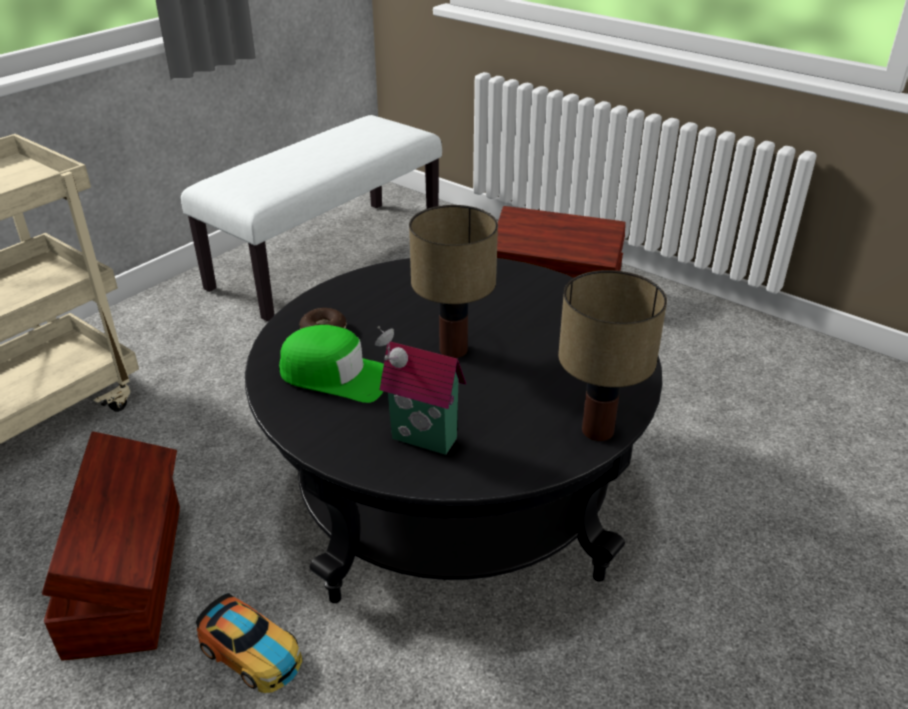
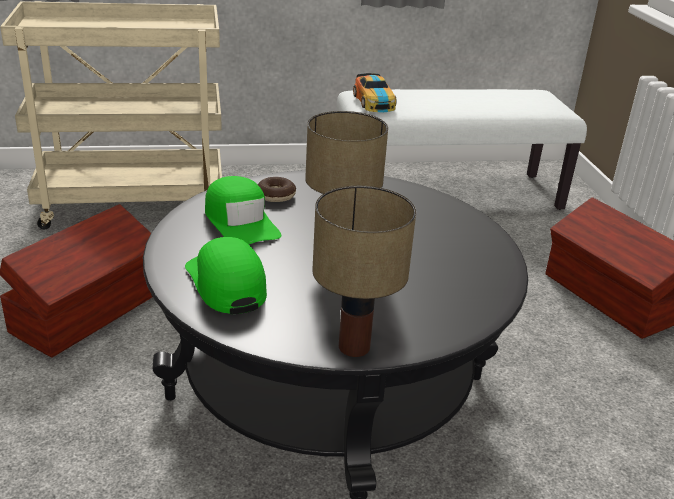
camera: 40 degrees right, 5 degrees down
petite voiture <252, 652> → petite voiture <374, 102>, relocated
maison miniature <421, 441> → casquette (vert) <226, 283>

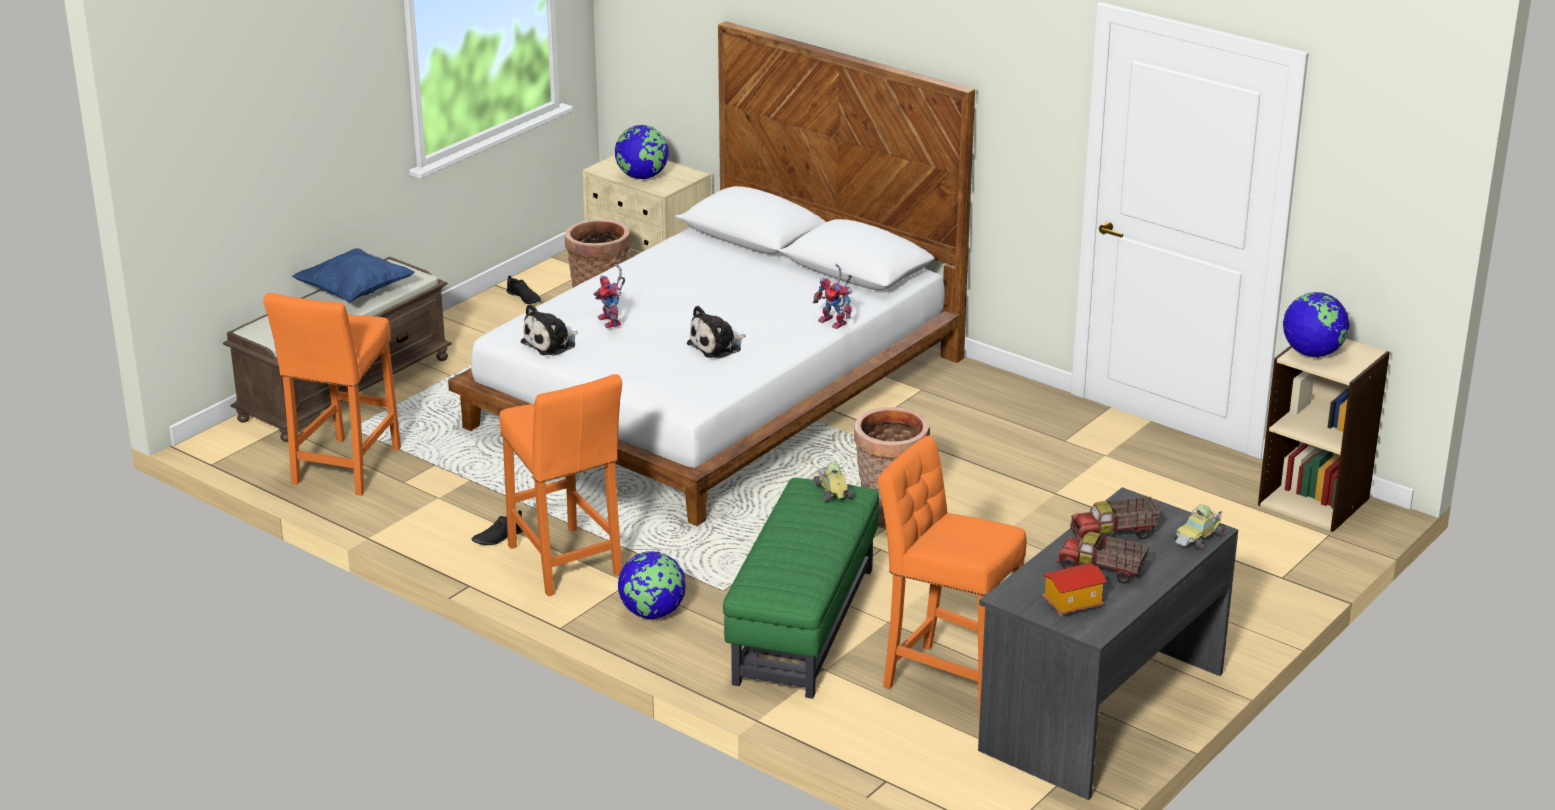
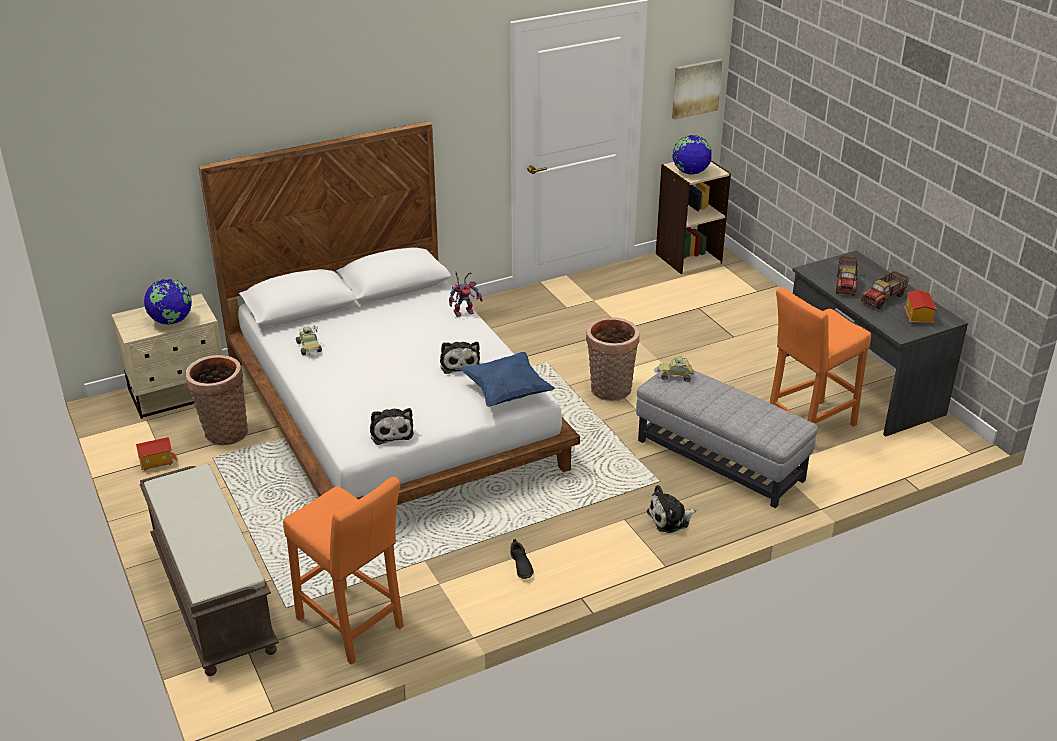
camera: 65 degrees left, 5 degrees up
tabouret (orange) <565, 564> → -
robot jouet <612, 322> → -
- → tableau <695, 88>
coussin (bleu) <355, 293> → coussin (bleu) <507, 392>, relocated
petite voiture <1199, 538> → petite voiture <310, 347>, relocated
chaussure (noir) <523, 298> → maison miniature <157, 462>
globe <652, 613> → peluche <670, 519>
pouf (vert) <804, 625> → pouf (gris) <720, 460>

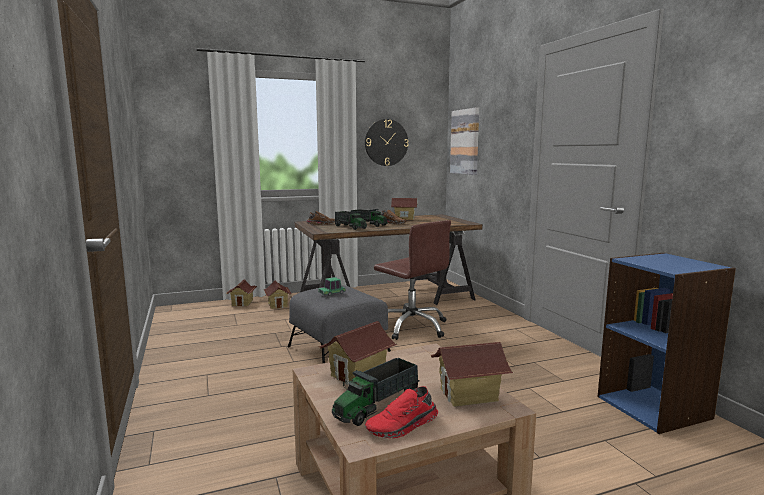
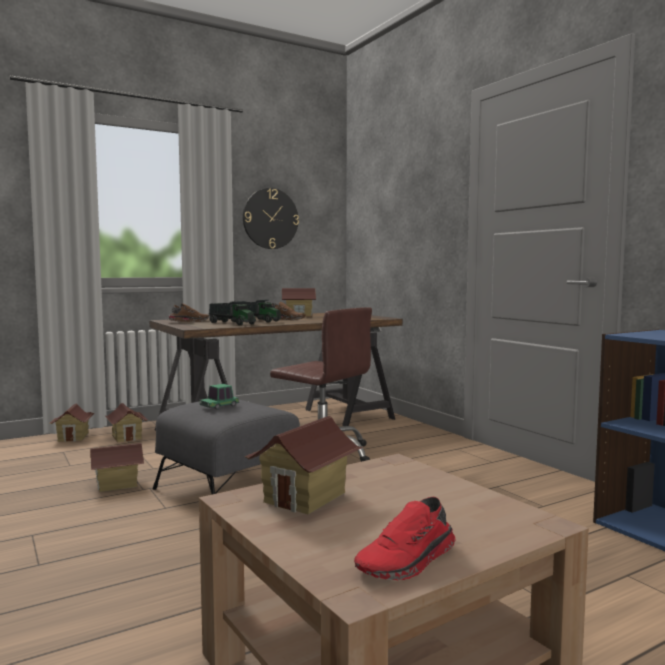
camera: 10 degrees left, 5 degrees down
camion jouet <377, 406> → -
tableau <465, 142> → -
maison miniature <469, 395> → maison miniature <117, 485>, relocated

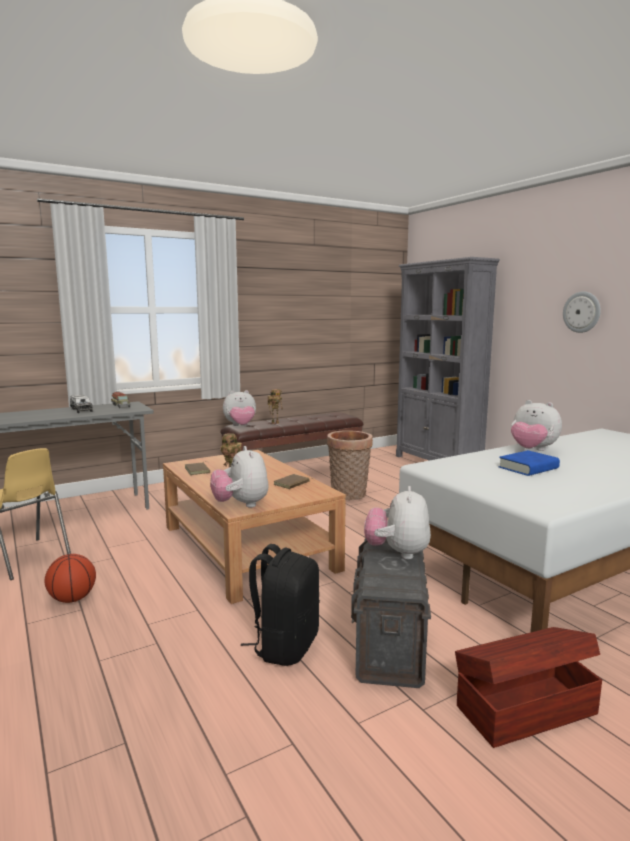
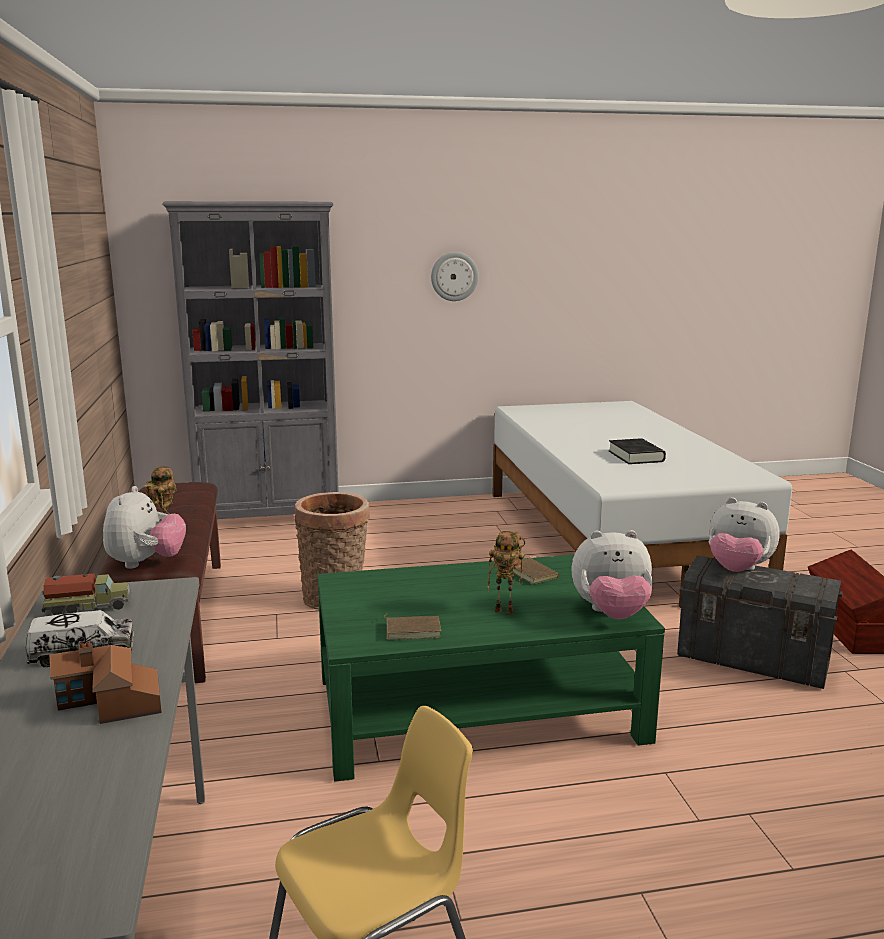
camera: 70 degrees left, 5 degrees up
ballon de basket <72, 599> → -
sac à dos (noir) <285, 646> → -
peluche <532, 450> → -
- → maison miniature <110, 702>
table basse (marron) <248, 547> → table basse (vert) <479, 707>
livre (bleu) <528, 468> → livre (noir) <636, 456>

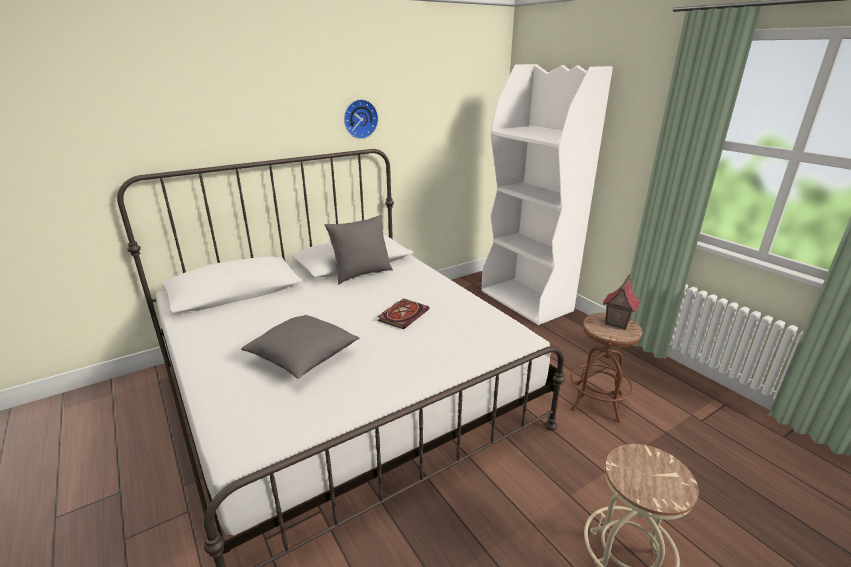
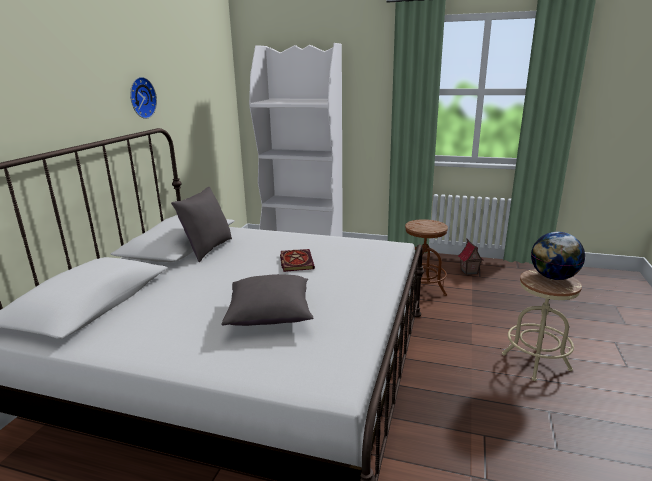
camera: 40 degrees left, 5 degrees down
- → globe <553, 277>
maison miniature <616, 322> → maison miniature <469, 271>, relocated

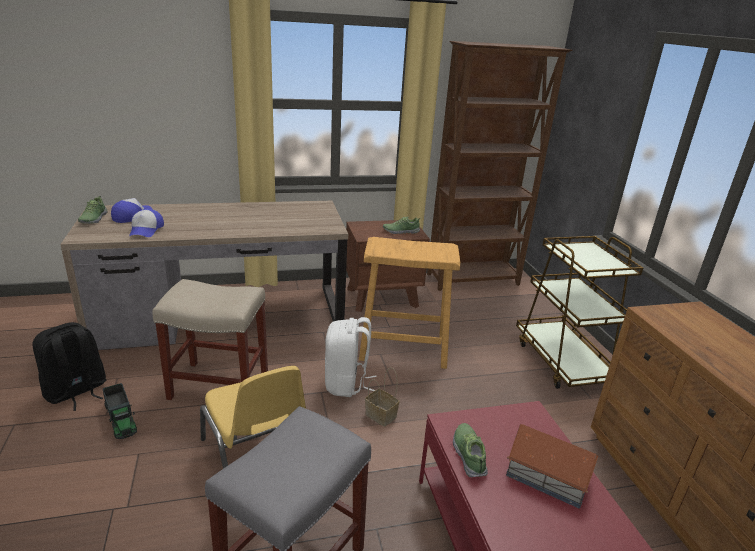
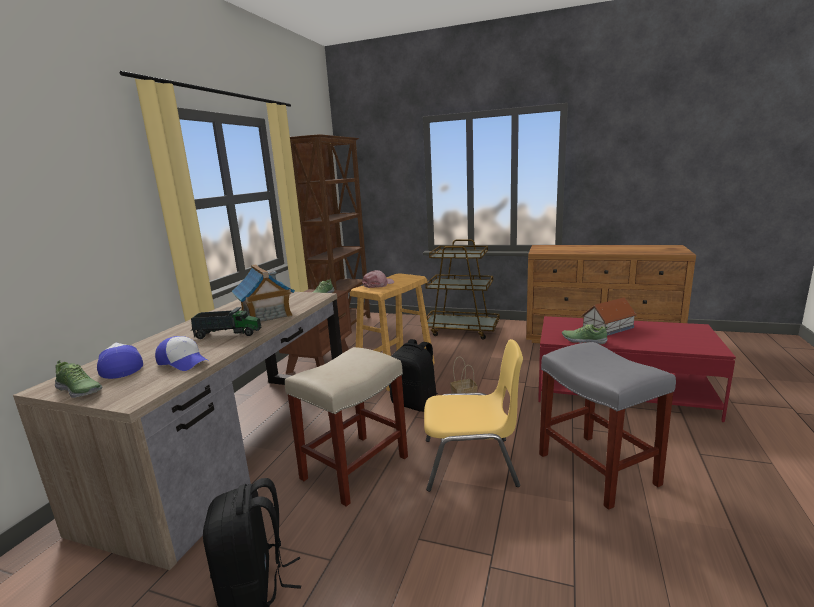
camera: 55 degrees left, 10 degrees down
- → maison miniature <266, 315>
- → casquette (rose) <378, 284>
camion jouet <121, 419> → camion jouet <228, 334>, relocated
sac à dos (blanc) <346, 383> → sac à dos (noir) <415, 403>

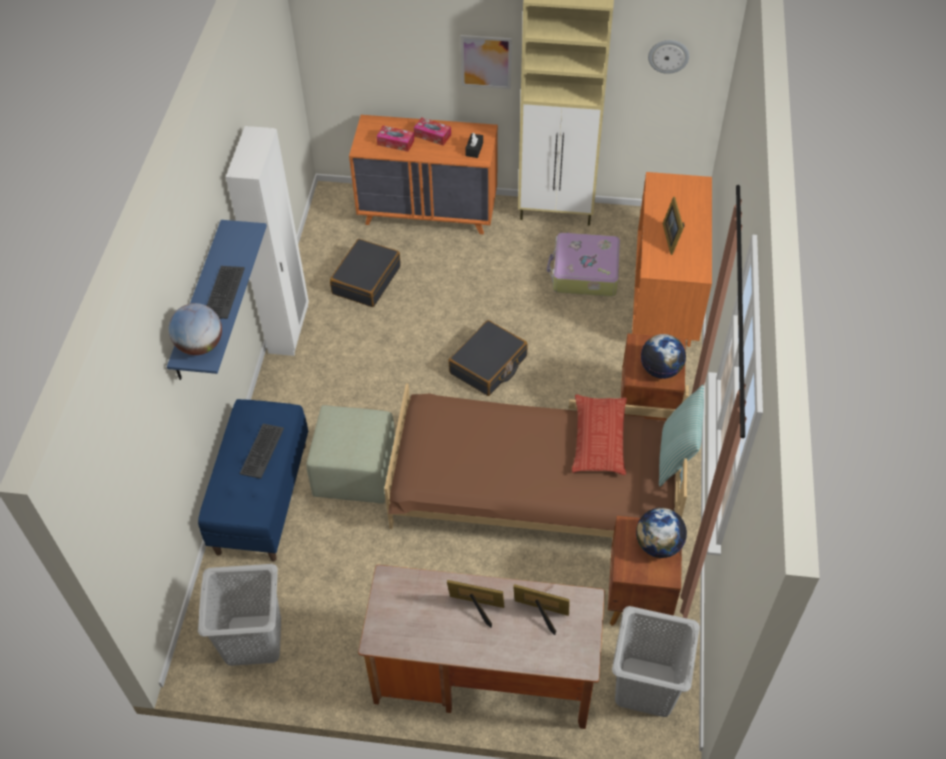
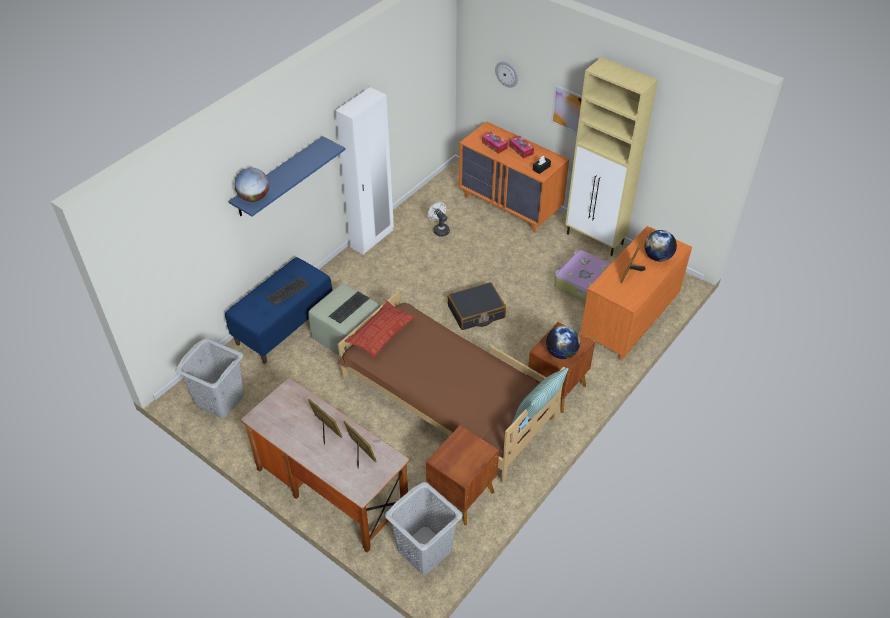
camera: 30 degrees right, 5 degrees down
clavier <223, 292> → clavier <349, 307>, relocated
coussin <599, 439> → coussin <380, 332>, relocated
globe <658, 545> → globe <657, 257>, relocated
horloge murale <668, 56> → horloge murale <507, 74>, relocated
valise (noir) <366, 280> → ventilateur (blanc) <439, 229>

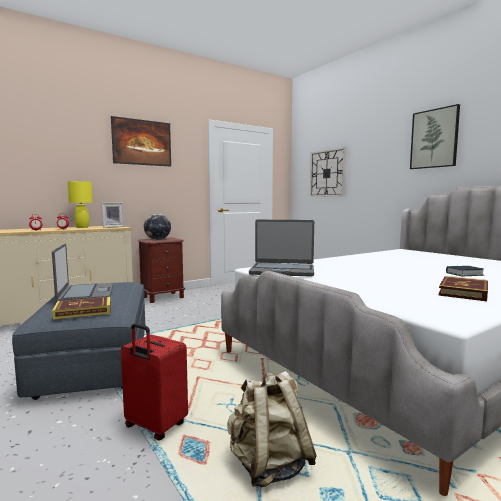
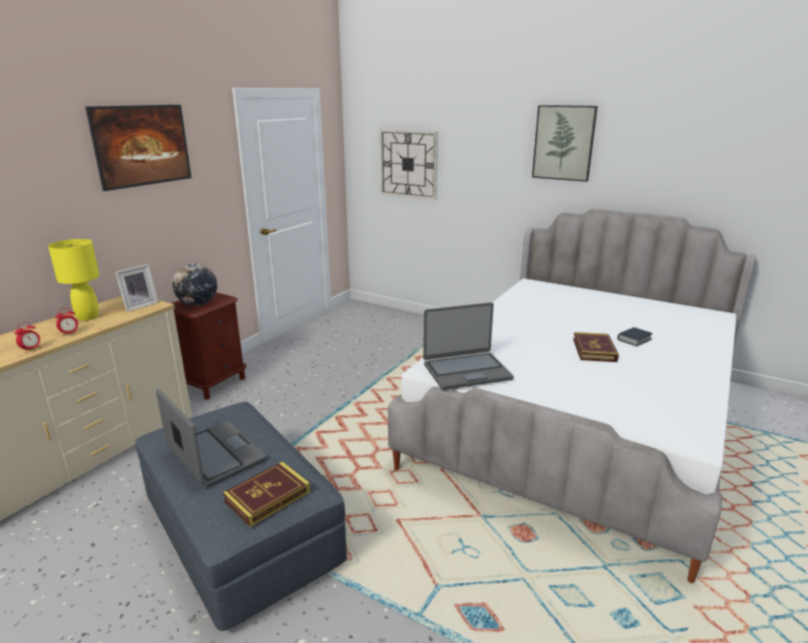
camera: 25 degrees left, 15 degrees up
valise (rouge) <154, 426> → -
sac à dos (beige) <268, 465> → -
livre <463, 292> → livre <594, 350>, relocated

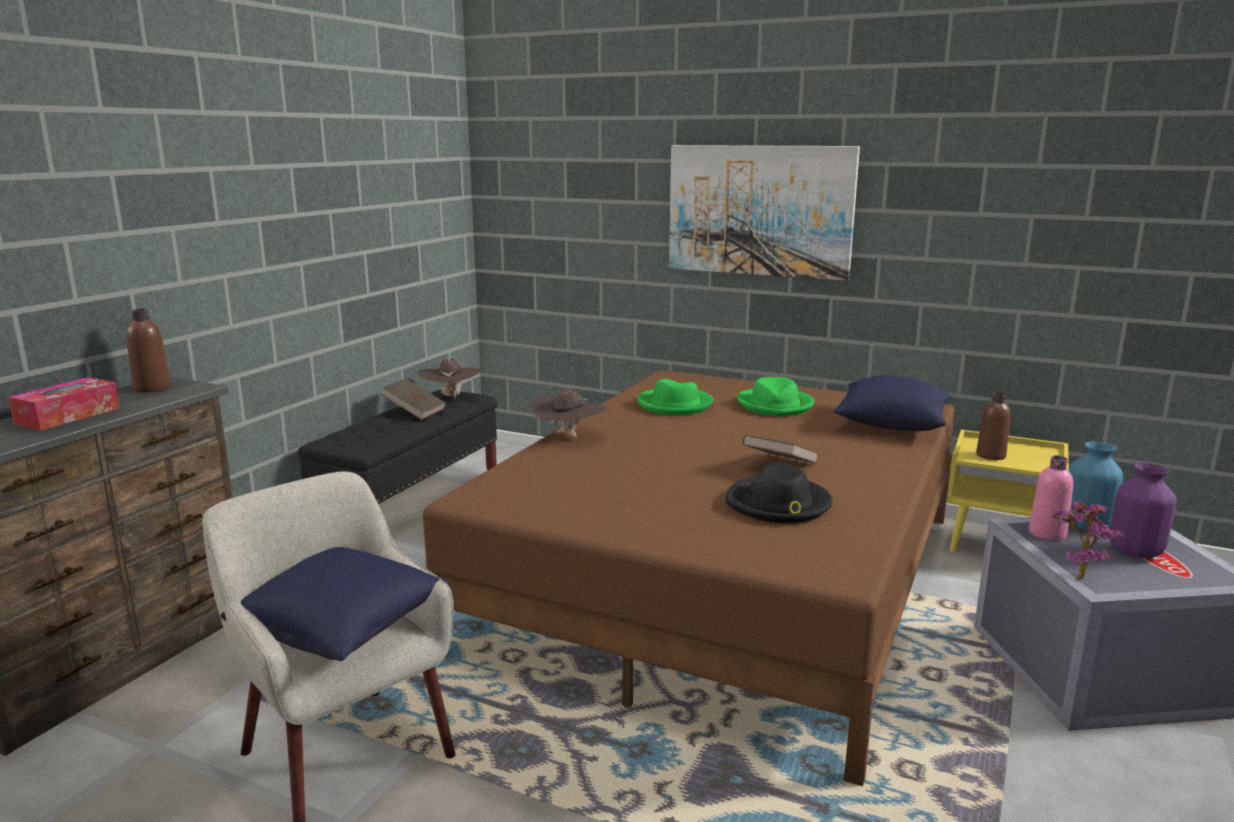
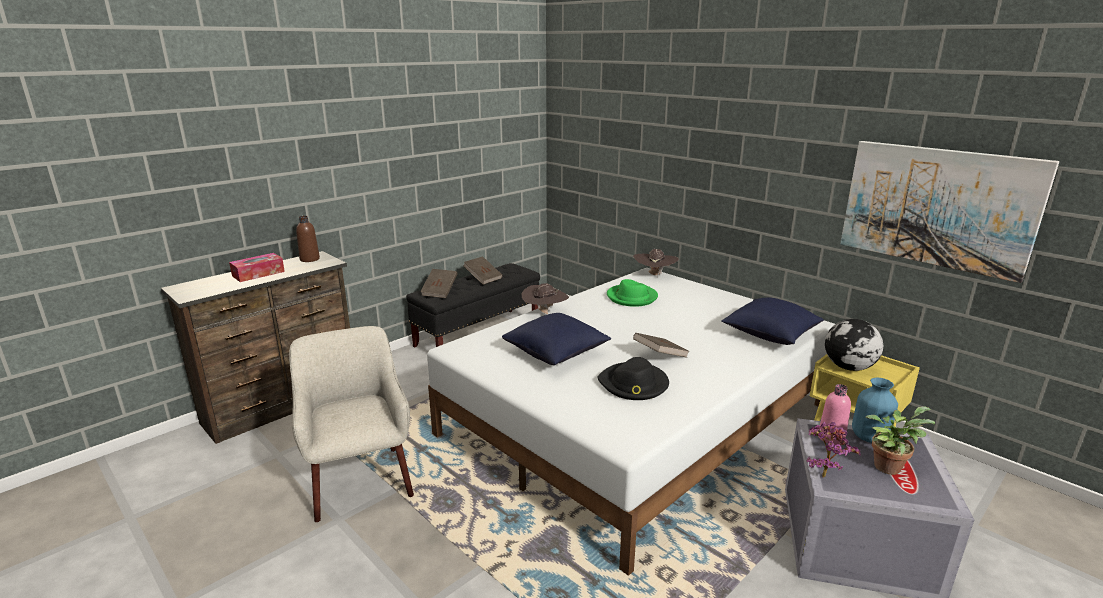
camera: 20 degrees right, 5 degrees up
chapeau (vert) <775, 405> → -
- → livre (marron) <440, 291>
coussin (bleu) <342, 629> → coussin (bleu) <556, 353>, relocated
chapeau (marron) <450, 396> → chapeau (marron) <654, 275>, relocated
tableau <759, 210> → tableau <937, 207>, relocated
bouteille (marron) <990, 456> → globe <848, 367>
vase (violet) <1136, 552> → plante en pot <888, 465>
lit (marron) <725, 579> → lit (blanc) <636, 420>

